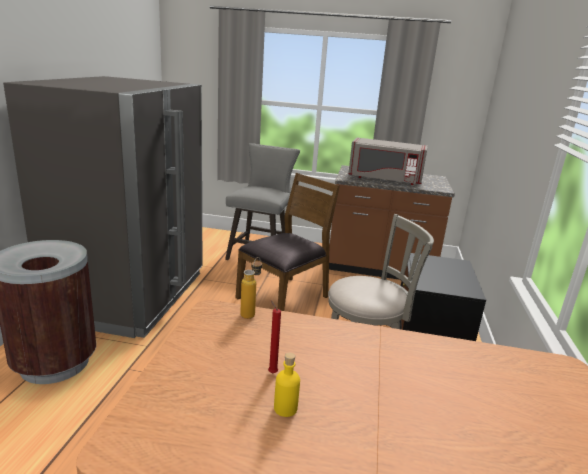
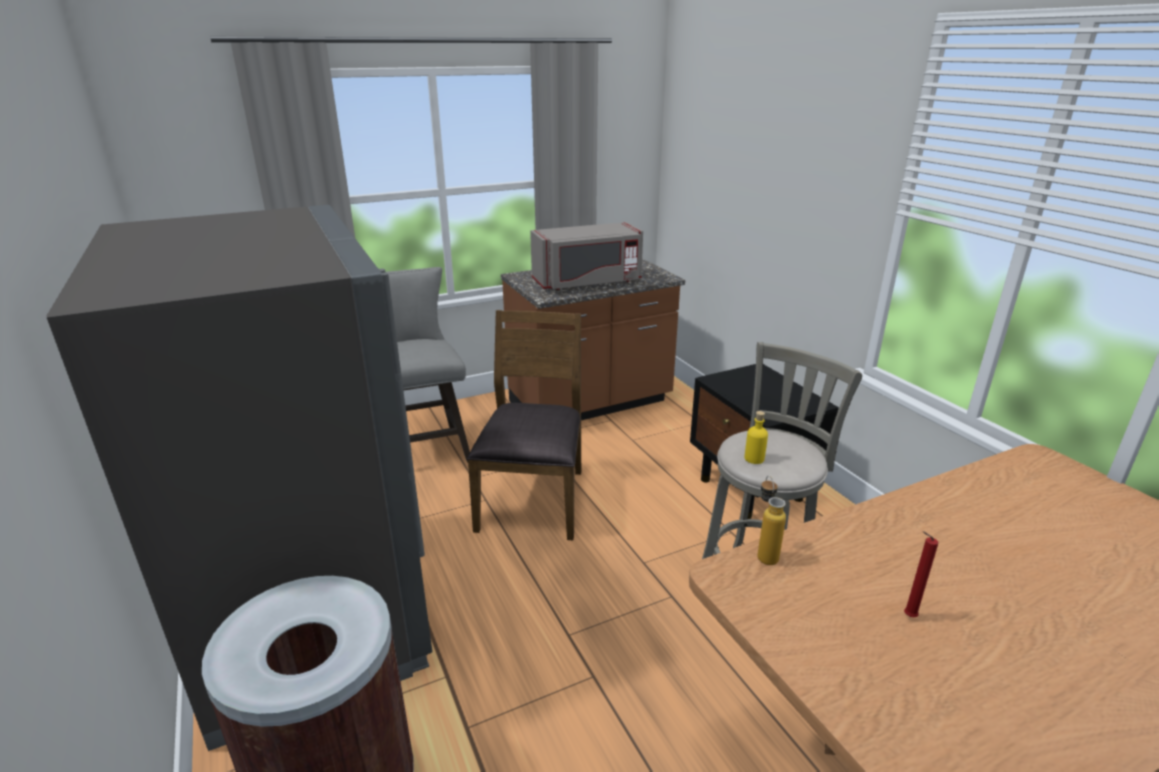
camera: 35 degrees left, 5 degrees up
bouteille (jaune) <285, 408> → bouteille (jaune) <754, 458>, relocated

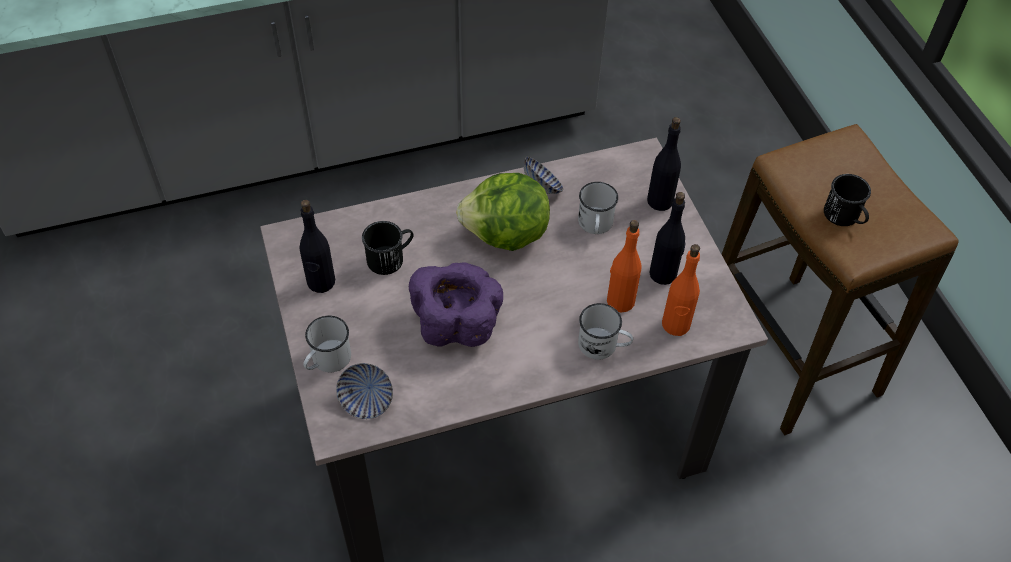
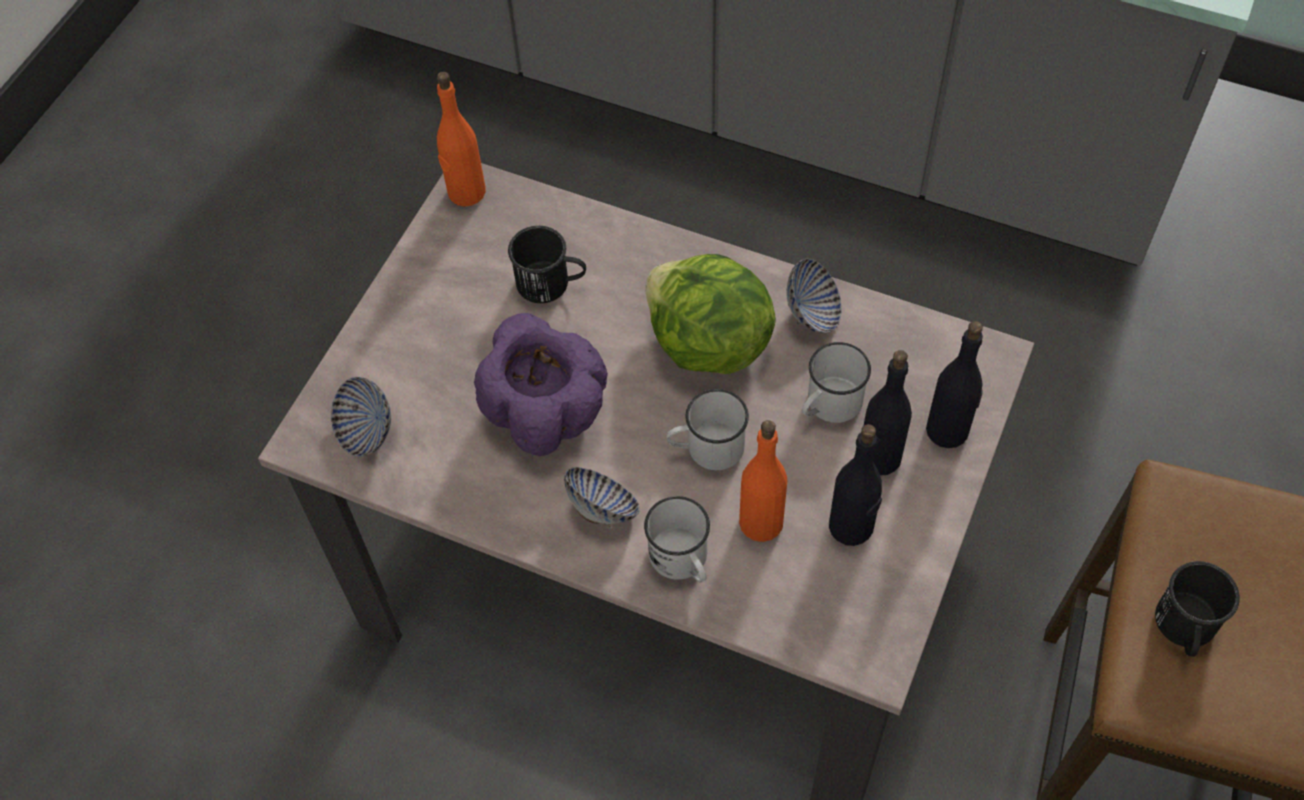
camera: 45 degrees right, 5 degrees up
- → bol <603, 509>
bouteille (noir) <321, 282> → bouteille (noir) <879, 458>, relocated
mug (blanc) <327, 361> → mug (blanc) <706, 448>, relocated
bouteille (orange) <675, 325> → bouteille (orange) <466, 192>, relocated

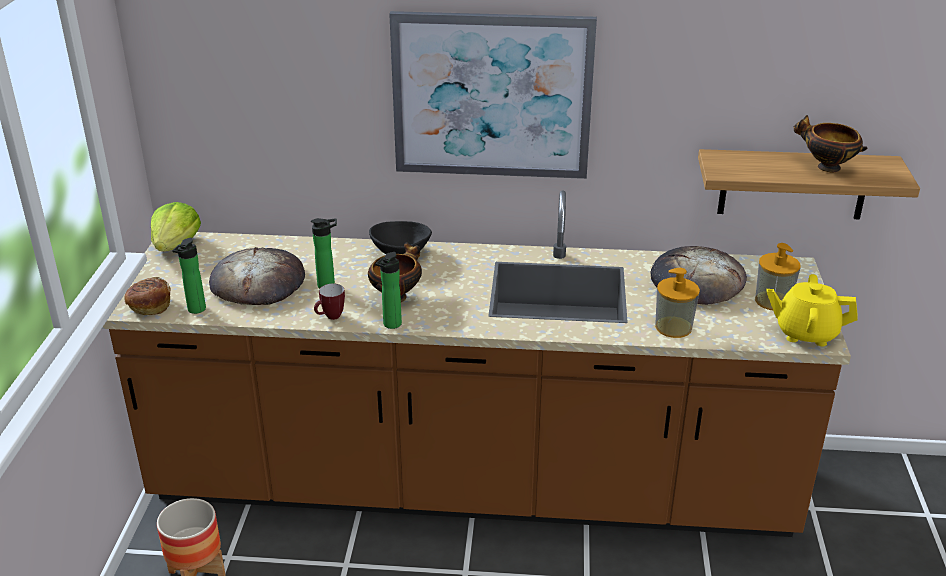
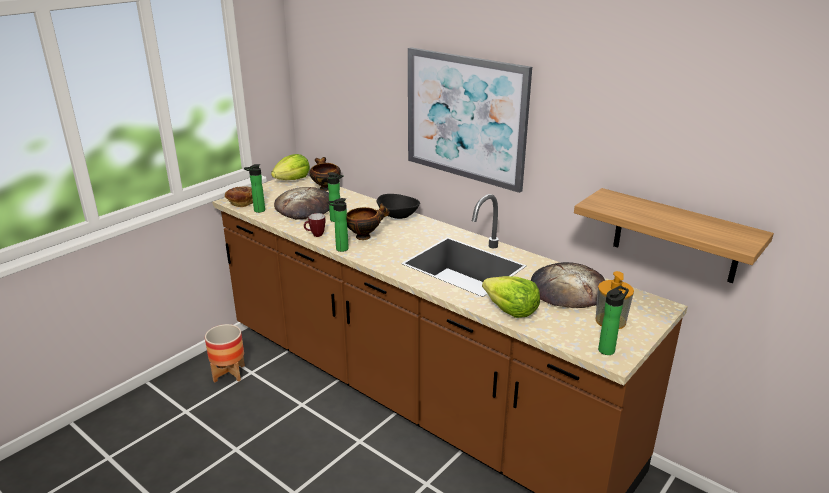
camera: 35 degrees right, 5 degrees down
bol <826, 167> → bol <325, 188>, relocated
distributeur de savon <673, 327> → laitue <511, 310>
théière (jaune) <805, 333> → bouteille <608, 349>

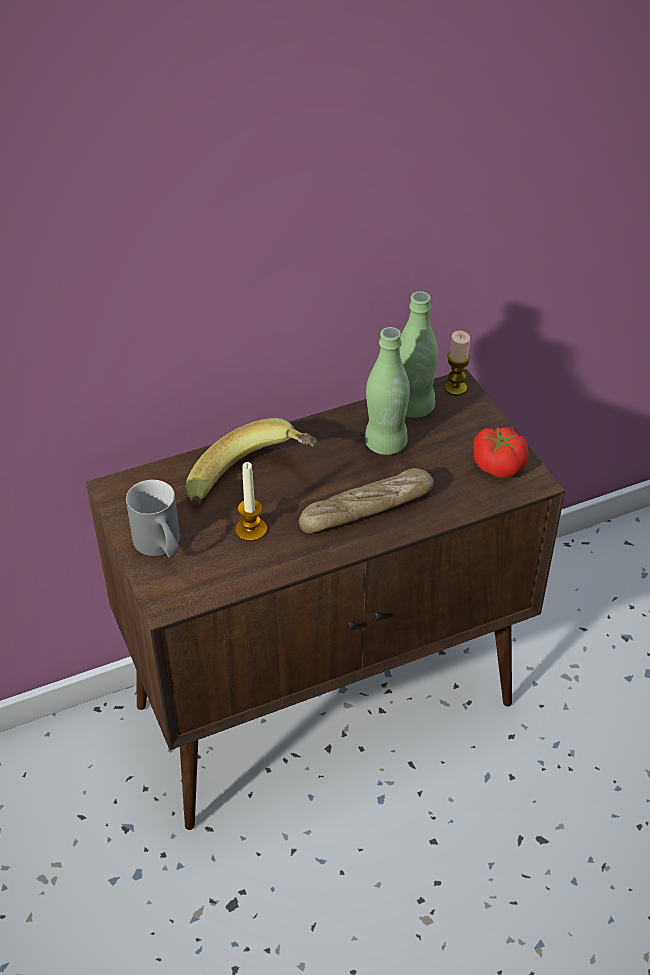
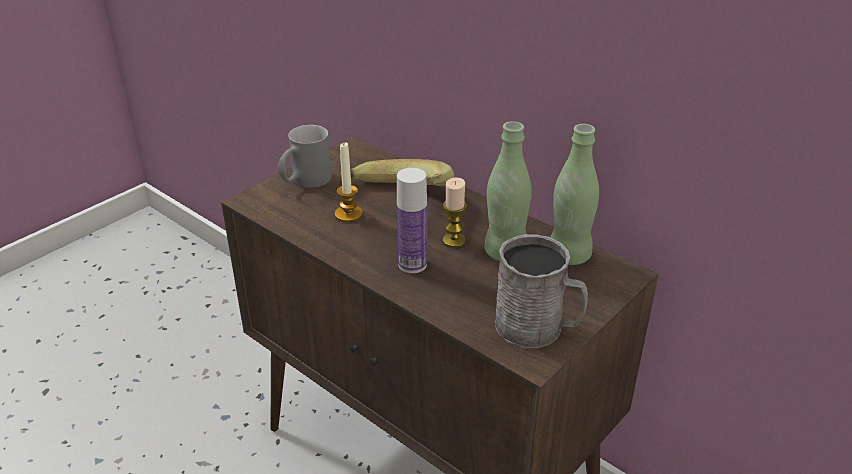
camera: 65 degrees right, 10 degrees down
bougie <455, 388> → bougie <454, 240>, relocated
pain <366, 510> → bouteille <412, 264>
tomate <498, 464> → mug (gris) <537, 328>

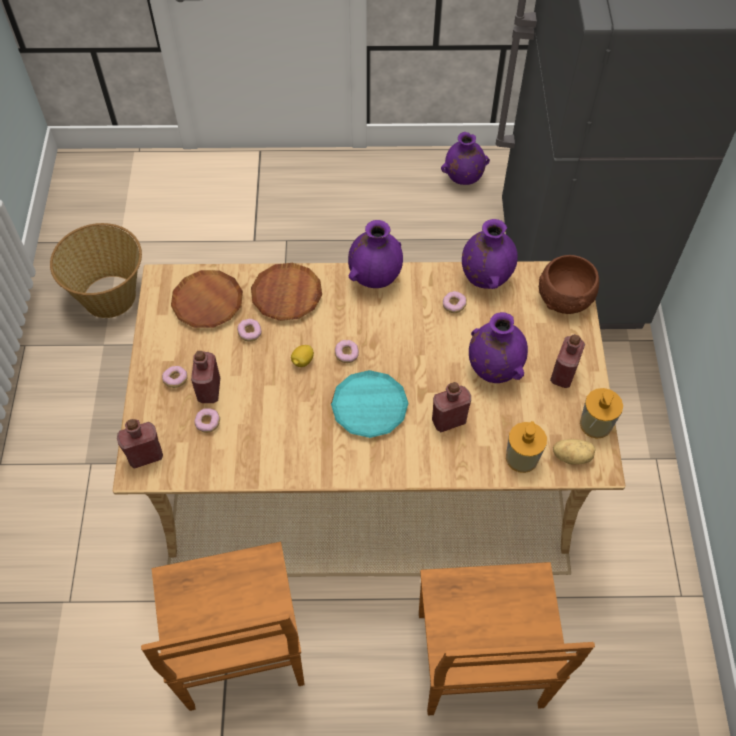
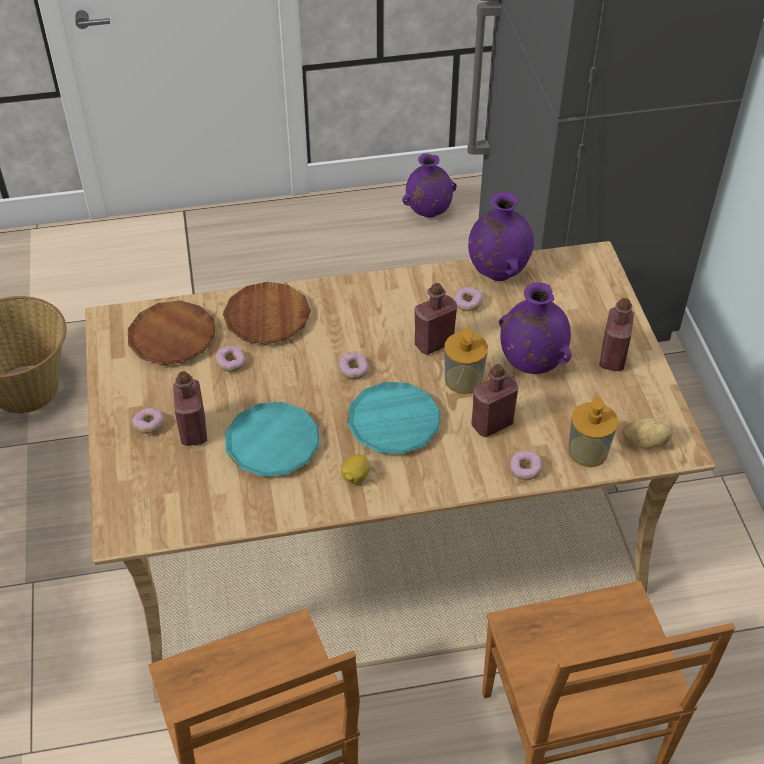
camera: 10 degrees left, 10 degrees down
vase (violet) <375, 278> → -
bol (marron) <565, 298> → -
- → assiette (turquoise) <272, 443>
bouteille (rouge) <145, 456> → bouteille (rouge) <434, 343>, relocated
beignet <208, 423> → beignet <525, 470>, relocated
citron <302, 361> → citron <355, 477>, relocated
distributeur de savon <595, 424> → distributeur de savon <463, 379>, relocated

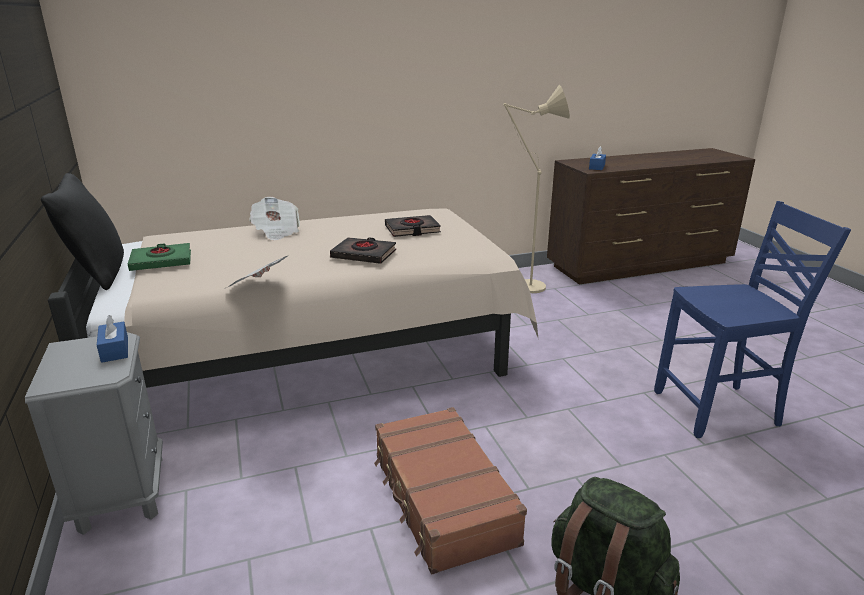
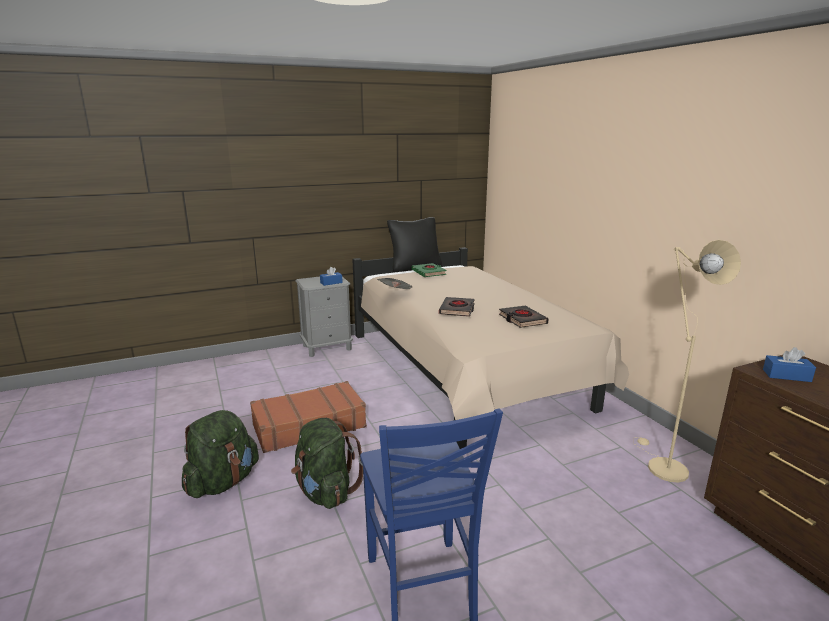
camera: 85 degrees right, 5 degrees down
journal <276, 232> → -
- → sac à dos (vert) <326, 492>

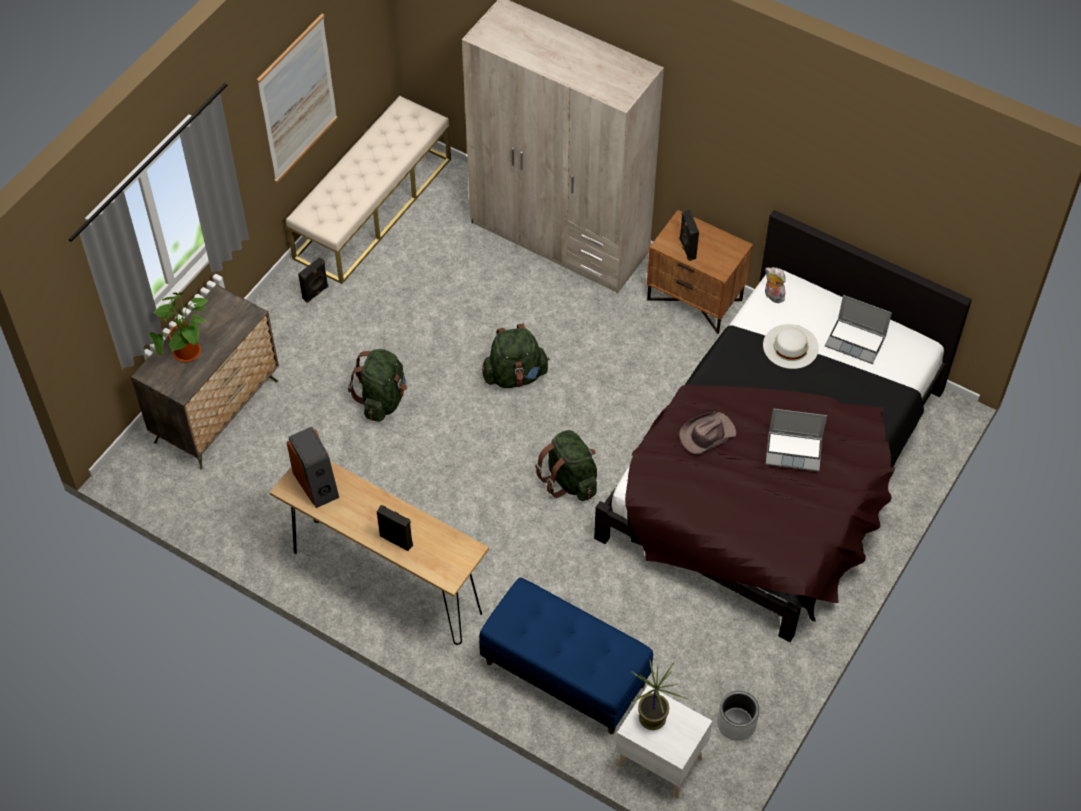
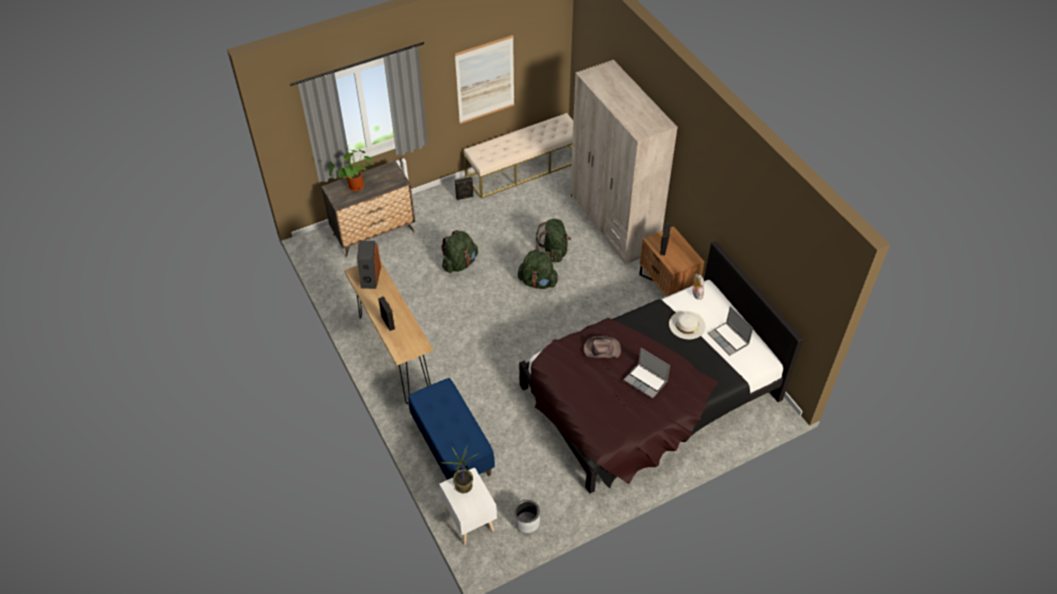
camera: 30 degrees right, 5 degrees down
sac à dos (vert) <570, 480> → sac à dos (vert) <554, 251>, relocated

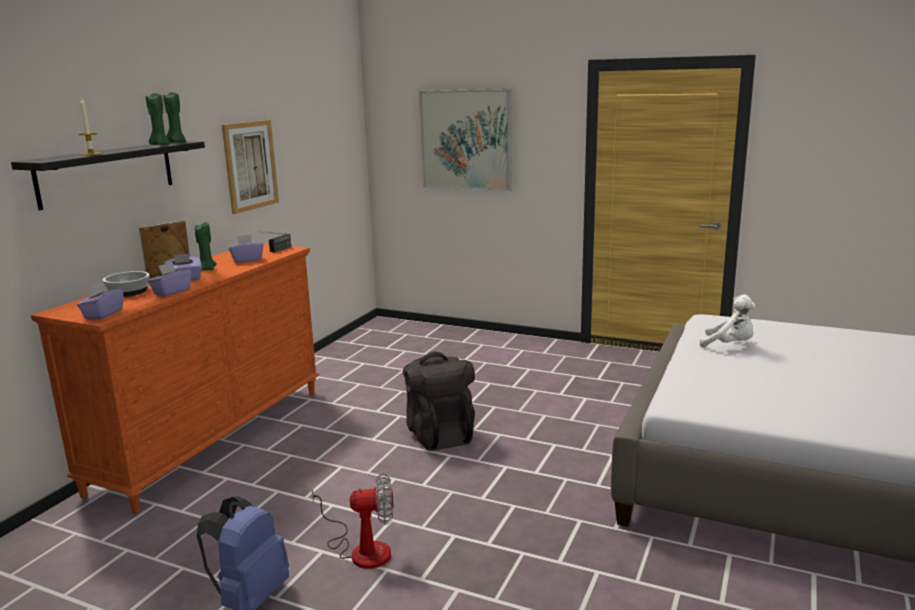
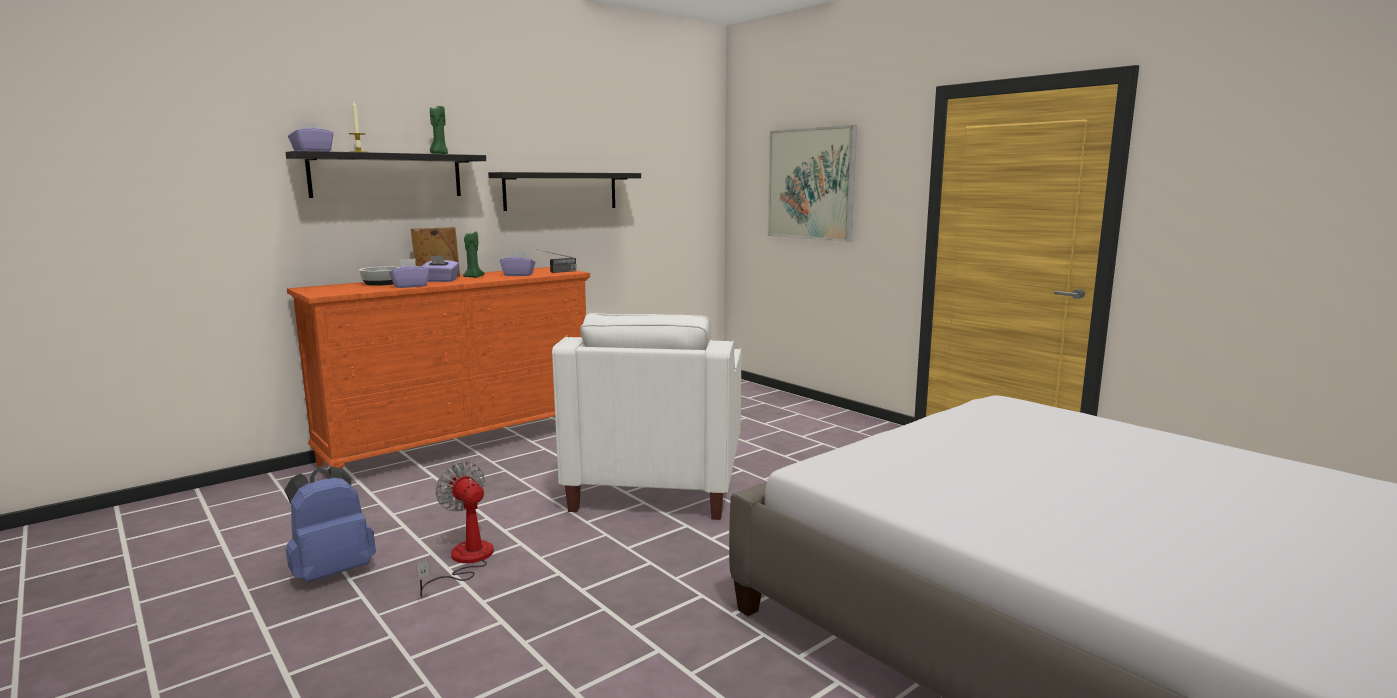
camera: 25 degrees right, 5 degrees down
bougie (vert) <176, 142> → -
peluche (blanc) <729, 345> → -
boîte à mouchoirs (violet) <103, 314> → boîte à mouchoirs (violet) <312, 151>, relocated
tableau <250, 165> → étagère (noir) <561, 191>
sac à dos (noir) <439, 434> → fauteuil (blanc) <657, 482>
ventilateur <361, 549> → ventilateur <464, 561>, 150 degrees counterclockwise

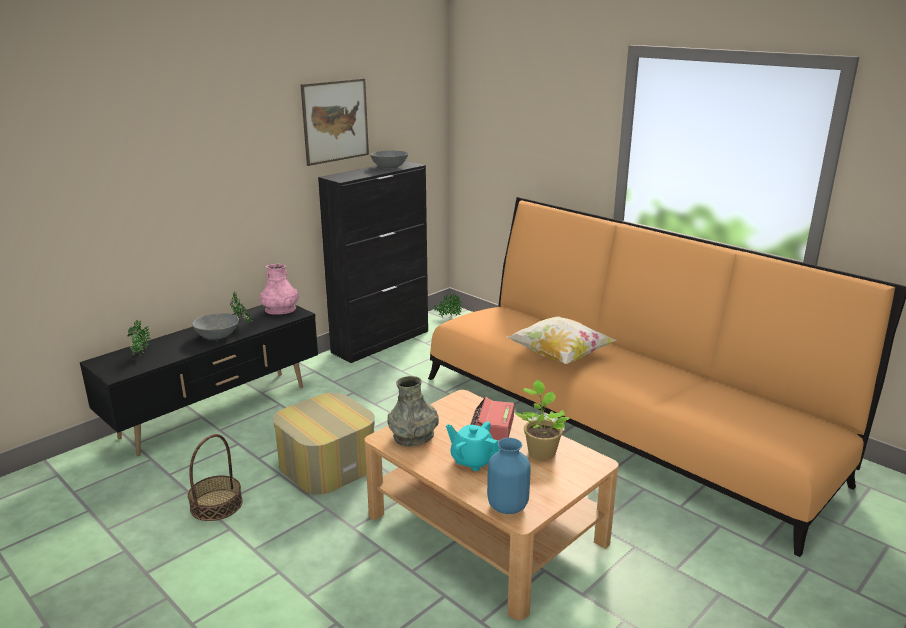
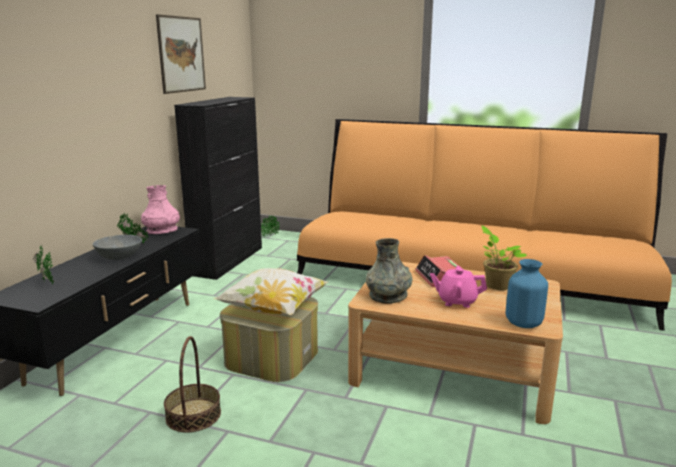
camera: 25 degrees left, 5 degrees down
bol (gris) <390, 167> → -
coussin <559, 356> → coussin <274, 310>, relocated
théière (turquoise) <472, 460> → théière (rose) <456, 301>

